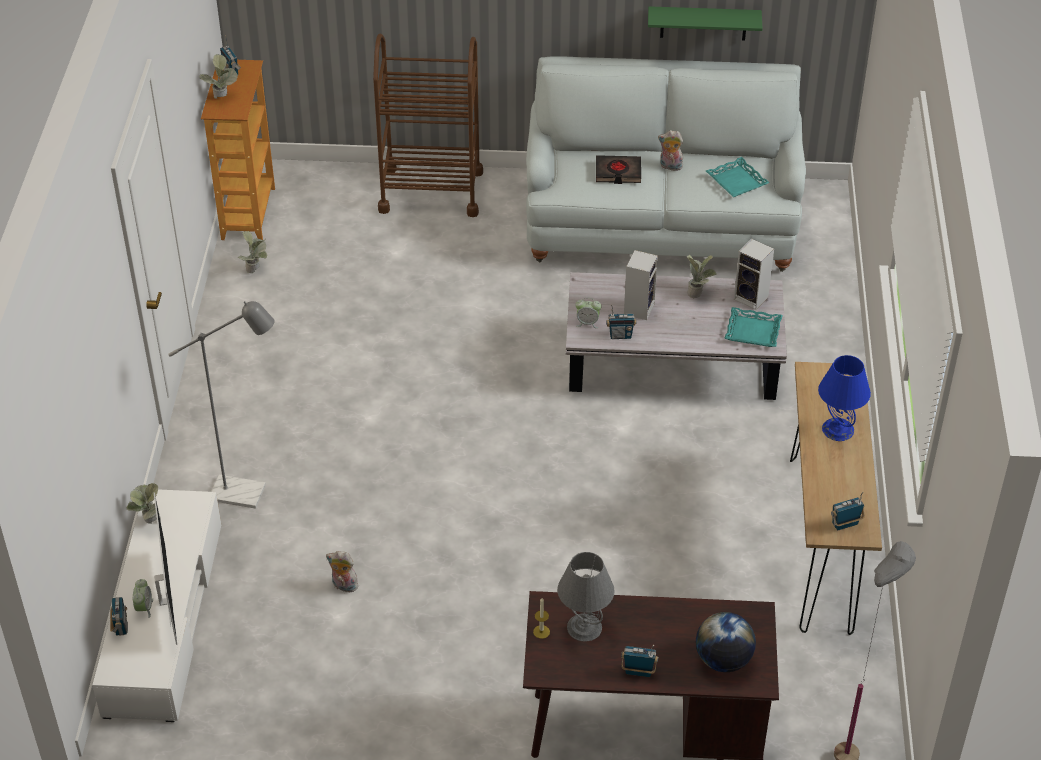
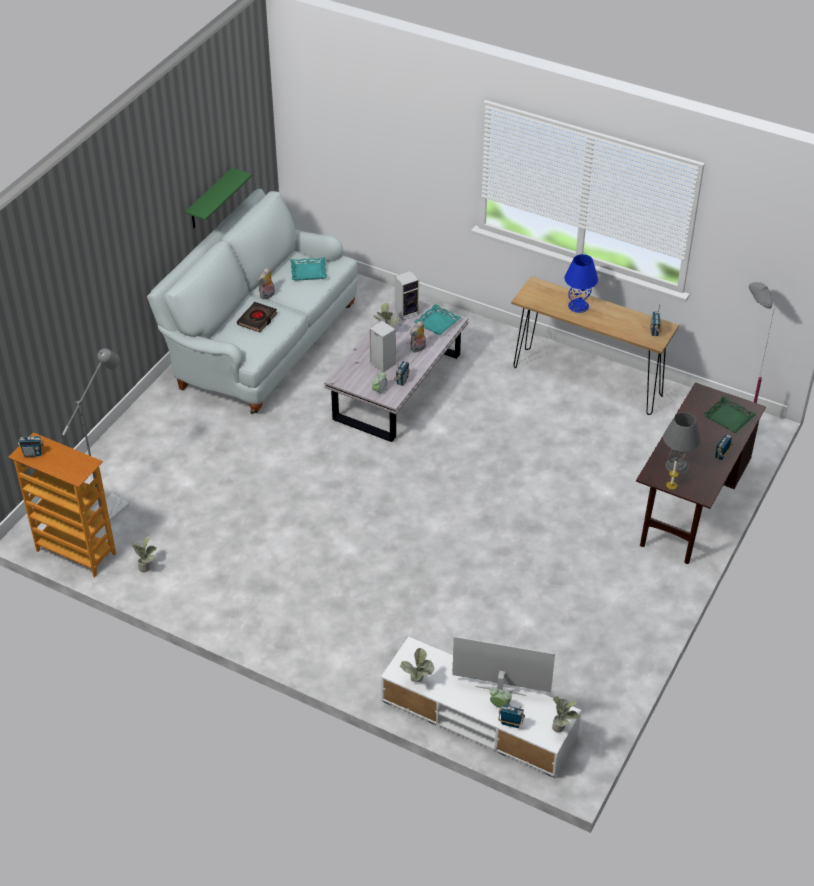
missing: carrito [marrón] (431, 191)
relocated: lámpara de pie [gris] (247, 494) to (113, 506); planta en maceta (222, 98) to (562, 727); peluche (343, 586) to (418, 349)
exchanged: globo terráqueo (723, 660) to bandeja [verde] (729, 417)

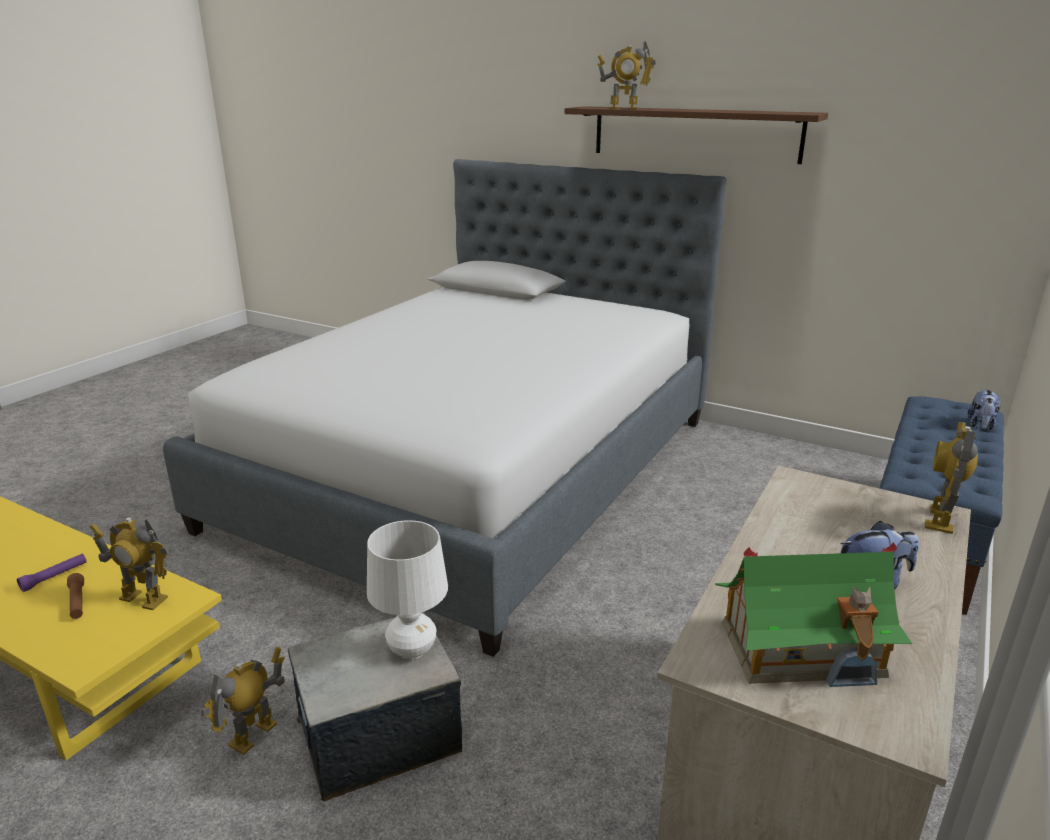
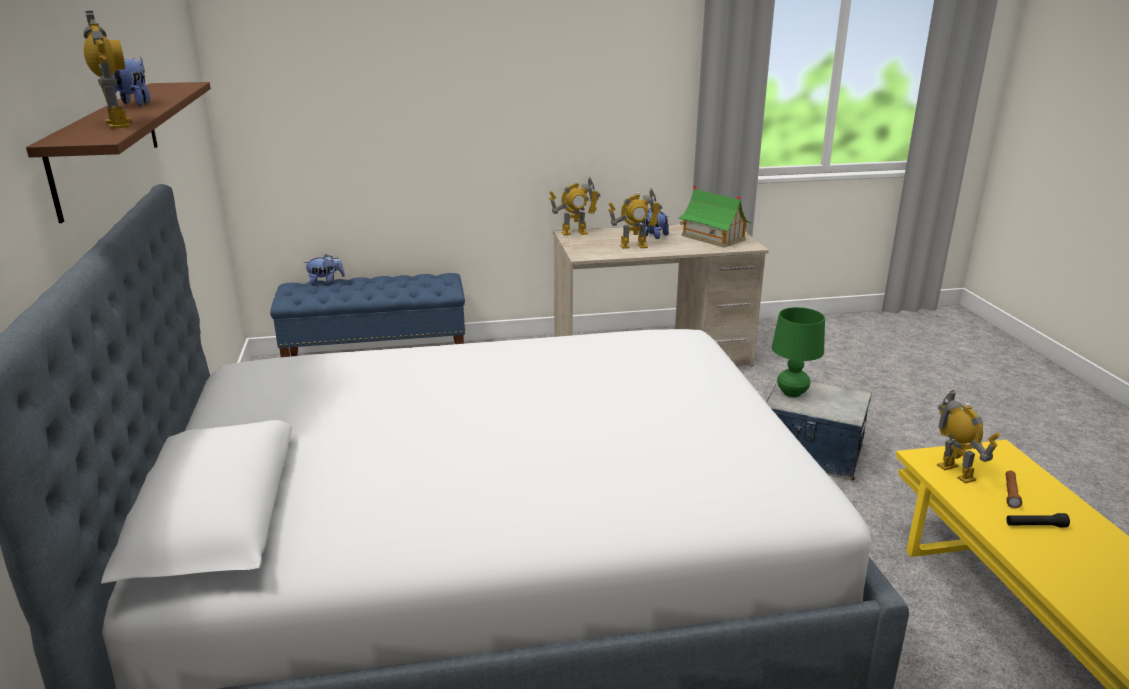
appeared: peluche (134, 104)
relocated: robot de juguete (254, 735) to (633, 246)
colour: linterna [morado] (54, 577) to linterna [negro] (1035, 526); lámpara de mesa [blanco] (412, 650) to lámpara de mesa [verde] (792, 393)

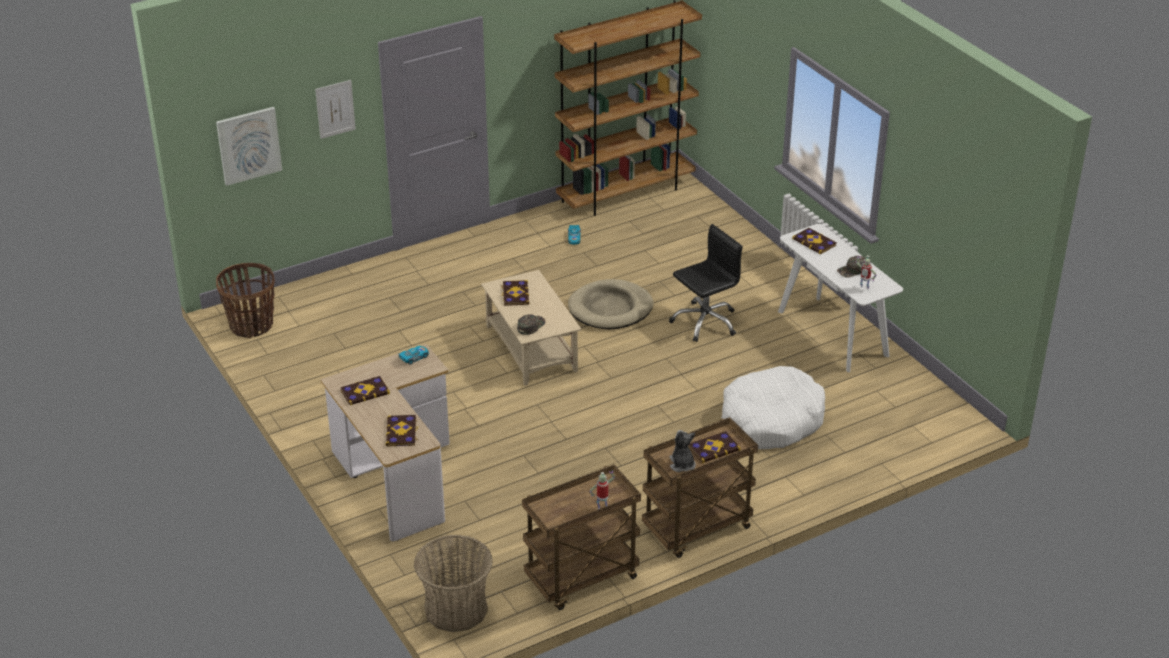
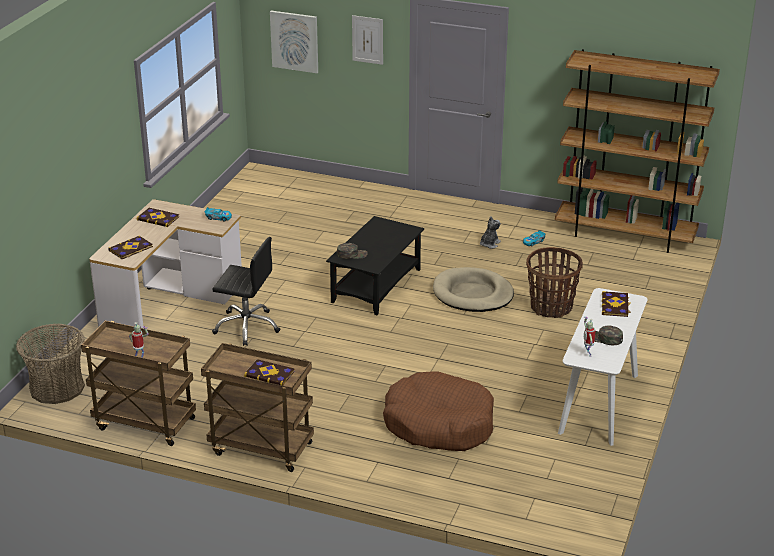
missing: libro (515, 294)
relocated: cesta (251, 325) to (551, 307); silla de oficina [negro] (705, 322) to (247, 327); peluche (682, 464) to (489, 244)
colour: mesa de centro [beis] (532, 349) to mesa de centro [negro] (376, 286); cama para perro [blanco] (770, 420) to cama para perro [marrón] (439, 424)

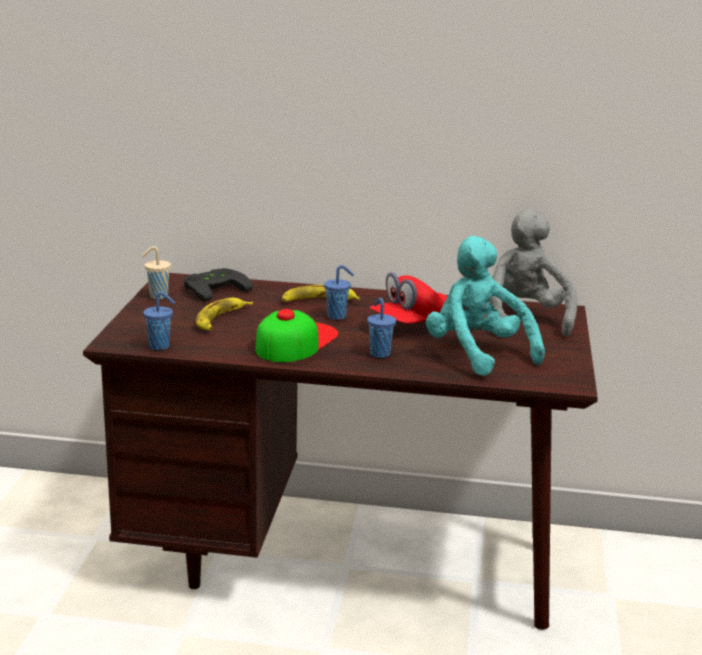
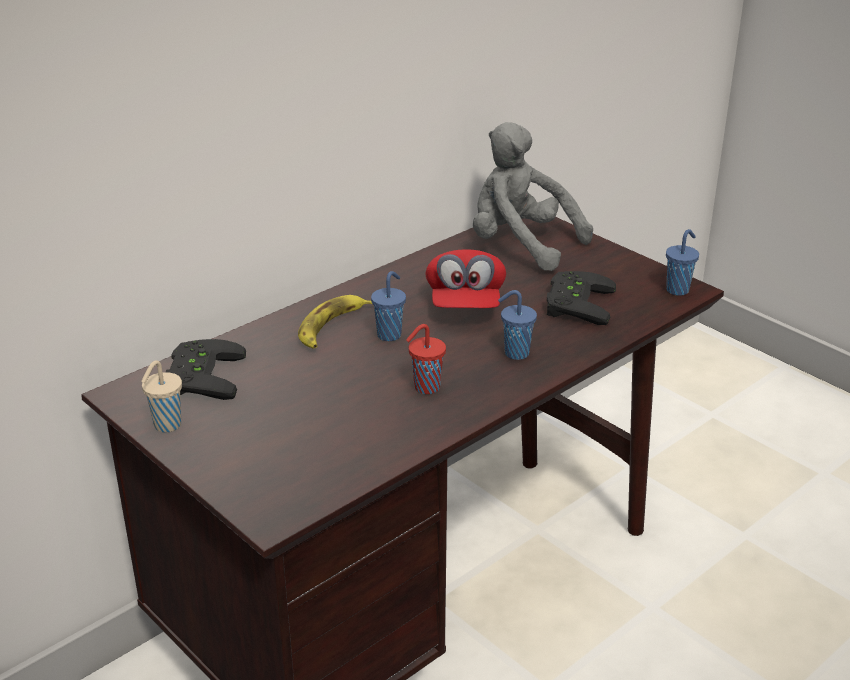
missing: plátano (221, 319)
relocated: taza [azul] (160, 346) to (678, 289)
exchanged: gorra (296, 341) to taza [rojo] (425, 388); peluche [turquesa] (477, 353) to mando de consola [negro] (574, 303)

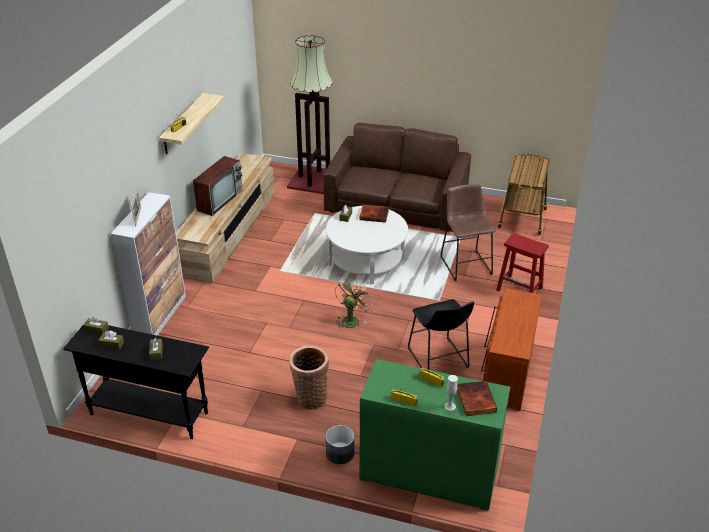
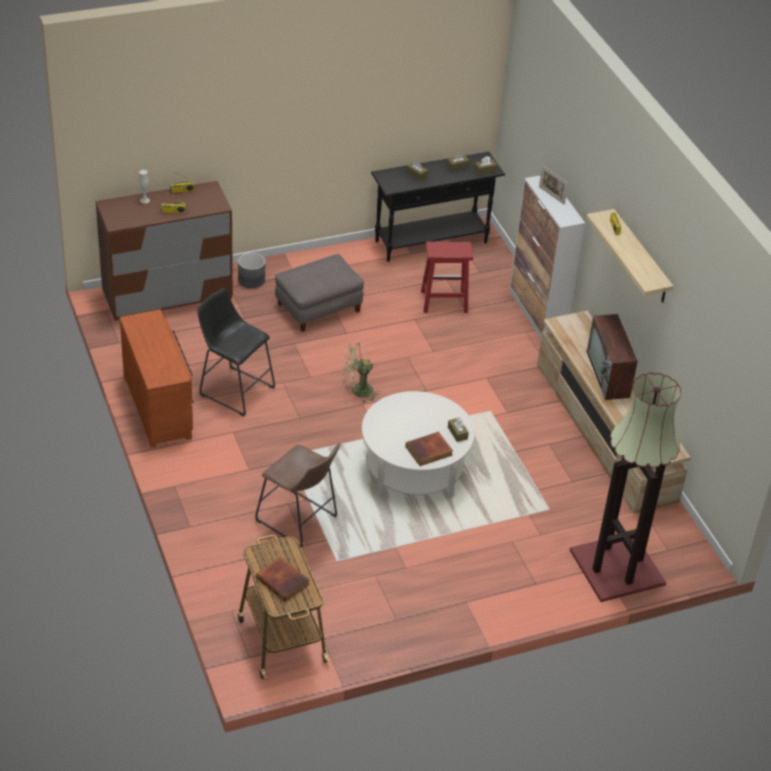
missing: sofá [marrón] (396, 203)
relocated: libro (475, 400) to (283, 580); taburete [rojo] (520, 289) to (443, 302)
exchanged: cesta (310, 397) to puf [gris] (318, 307)
colour: cómoda [verde] (428, 475) to cómoda [marrón] (167, 294)
spun: ventilador [verde] (351, 319) = (357, 392) 90 degrees clockwise

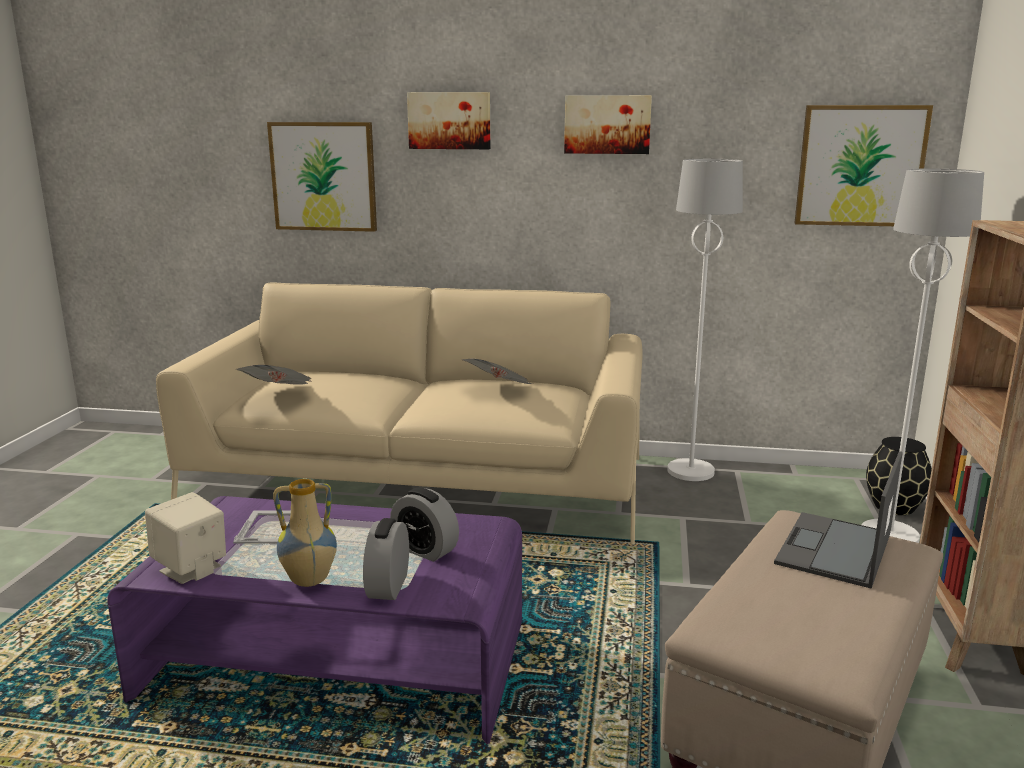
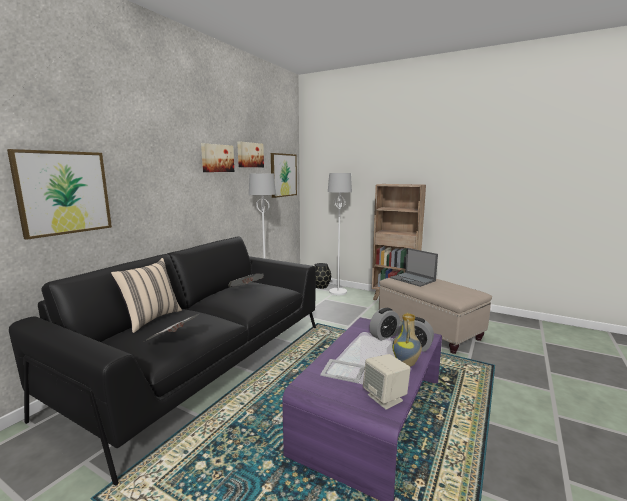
appeared: cojín [beis] (151, 319)
relocated: cuadro (449, 120) to (249, 155)
colour: sofá [beis] (421, 482) to sofá [negro] (203, 364)

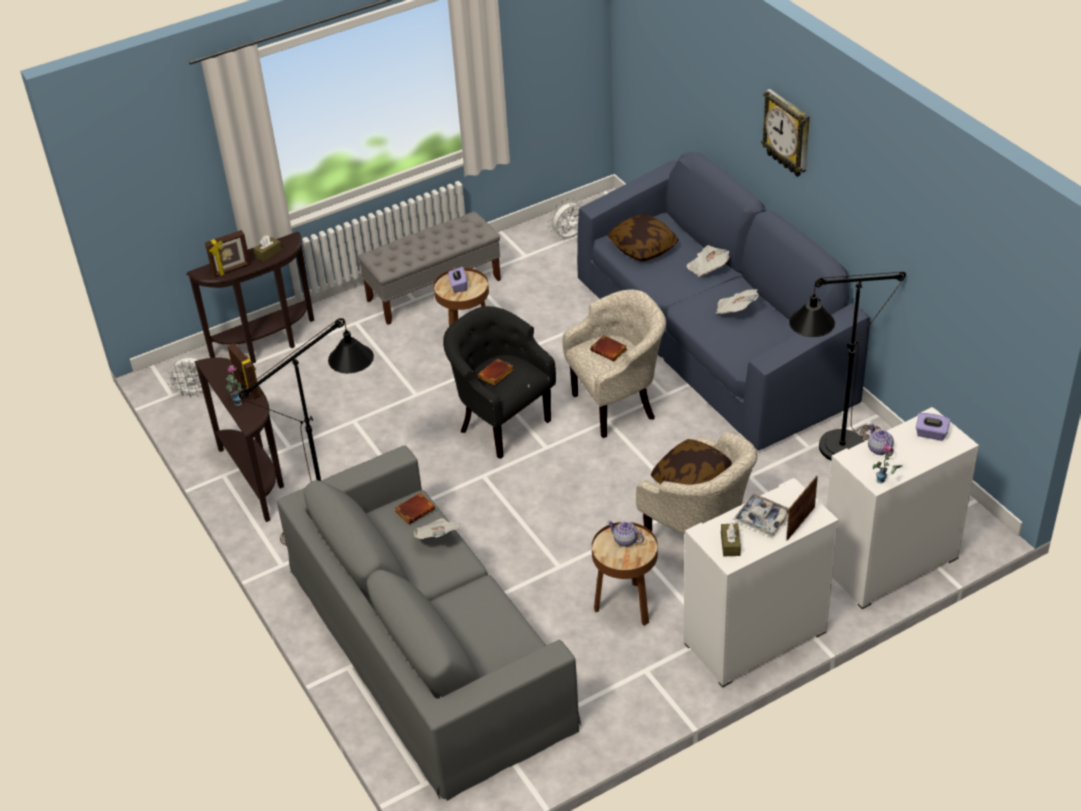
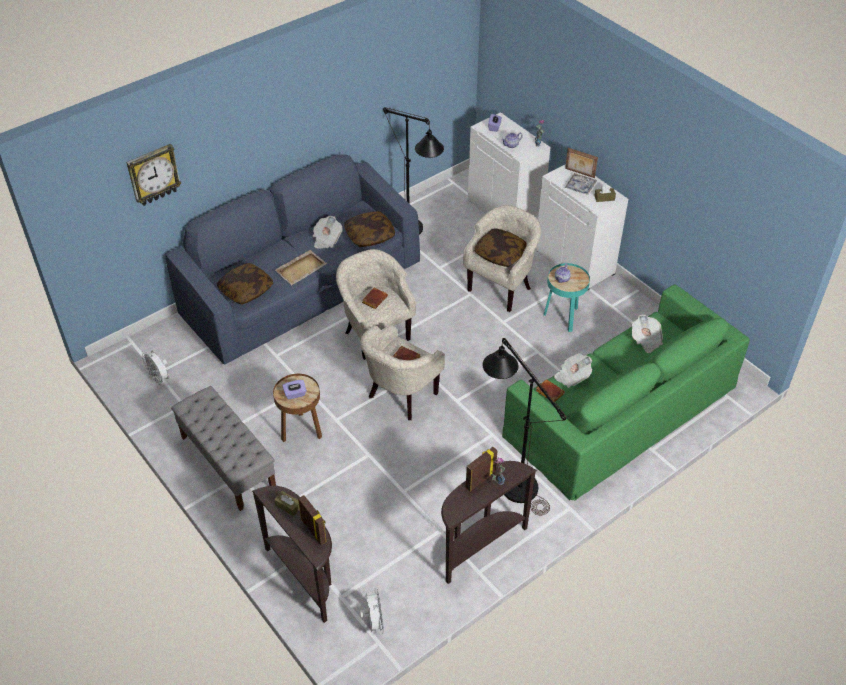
appeared: bandeja [beis] (301, 268); cojín (369, 235)
relocated: periódico (708, 267) to (646, 340); reloj de pared (788, 133) to (153, 175)
colour: sofá [gris] (427, 644) to sofá [verde] (621, 410); sillón [negro] (500, 424) to sillón [beis] (400, 397); mesa auxiliar [marrón] (625, 606) to mesa auxiliar [turquesa] (563, 317)

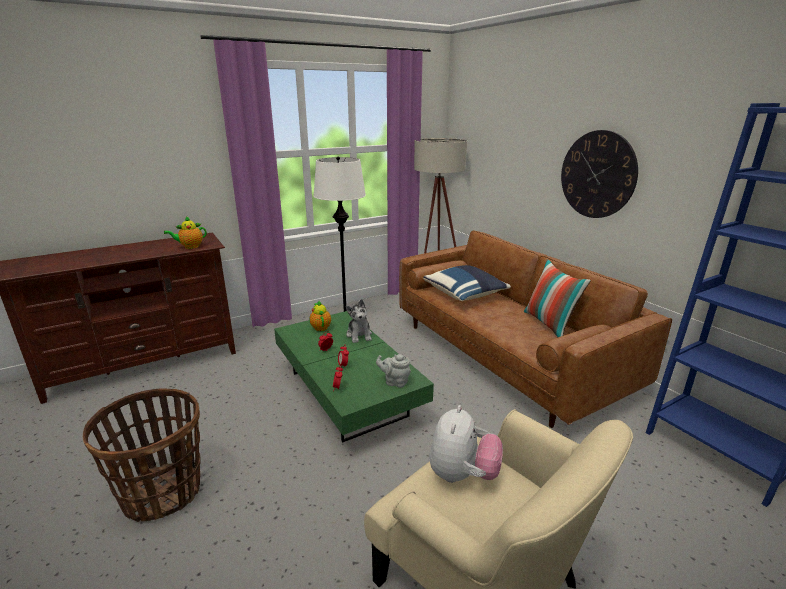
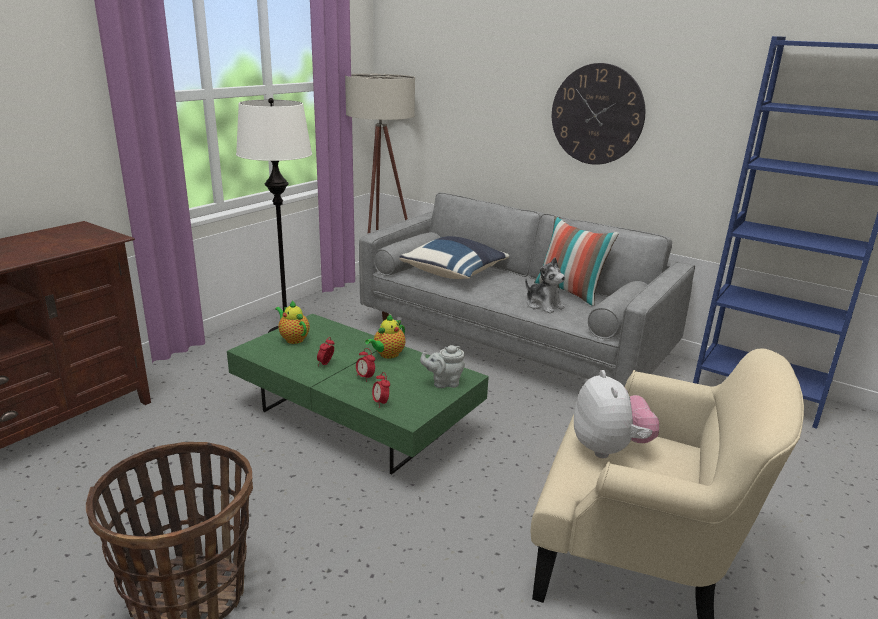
relocated: tetera (190, 246) to (387, 355); peluche (359, 335) to (543, 305)
colour: sofá [marrón] (506, 356) to sofá [gris] (513, 341)

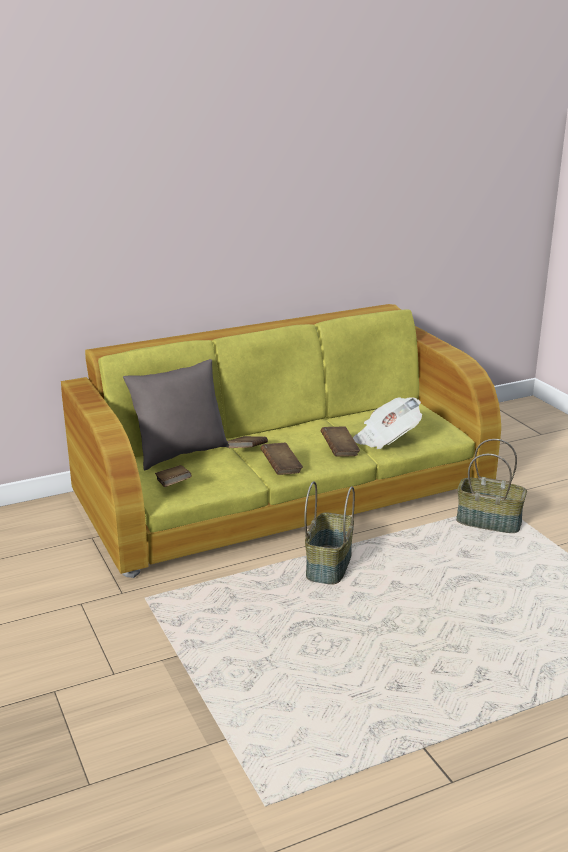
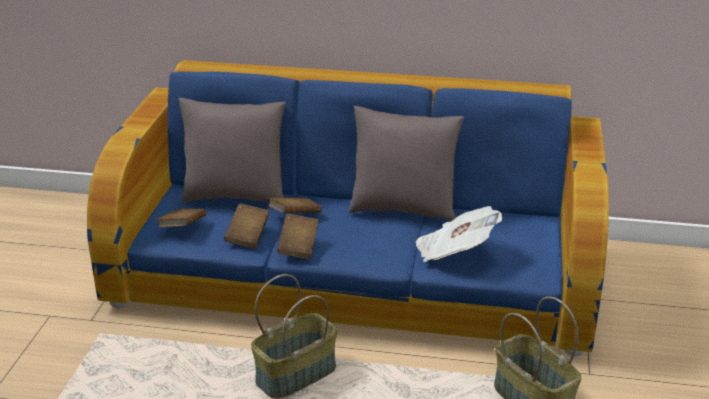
appeared: cojín [gris] (403, 209)
relocated: libro [marrón] (339, 451) to (248, 236)
colour: sofá [verde] (285, 492) to sofá [azul] (355, 275)

